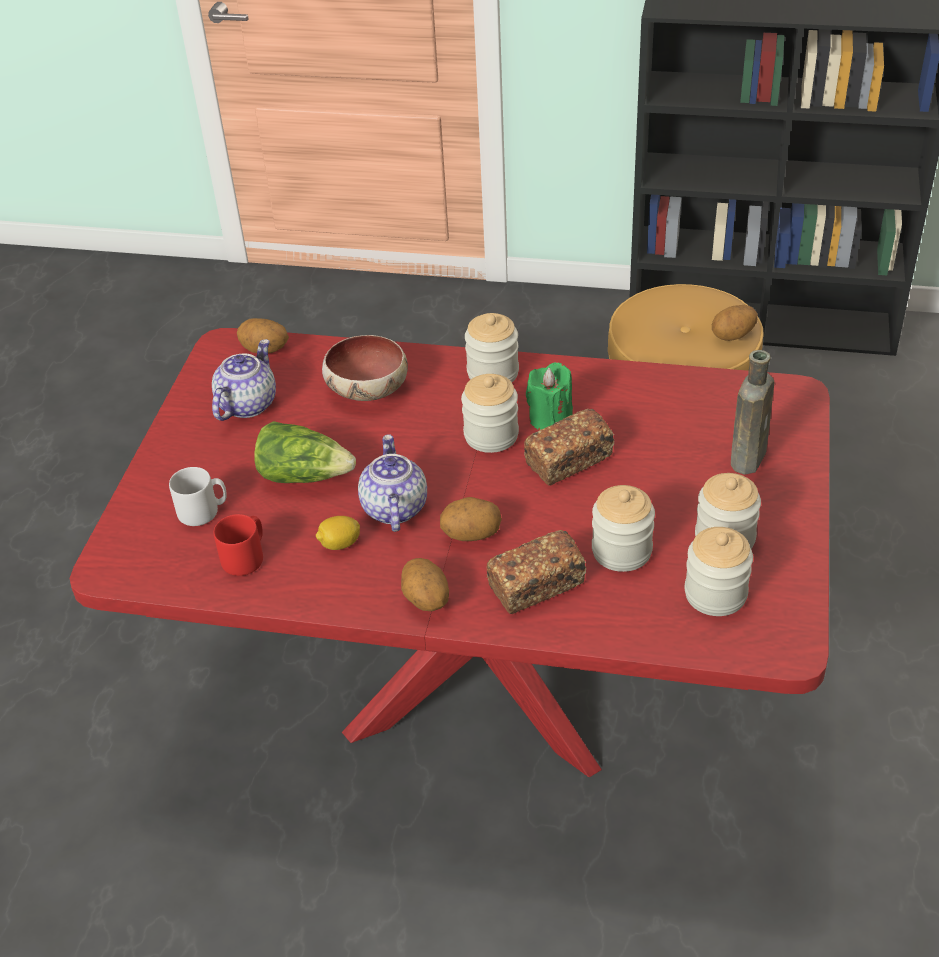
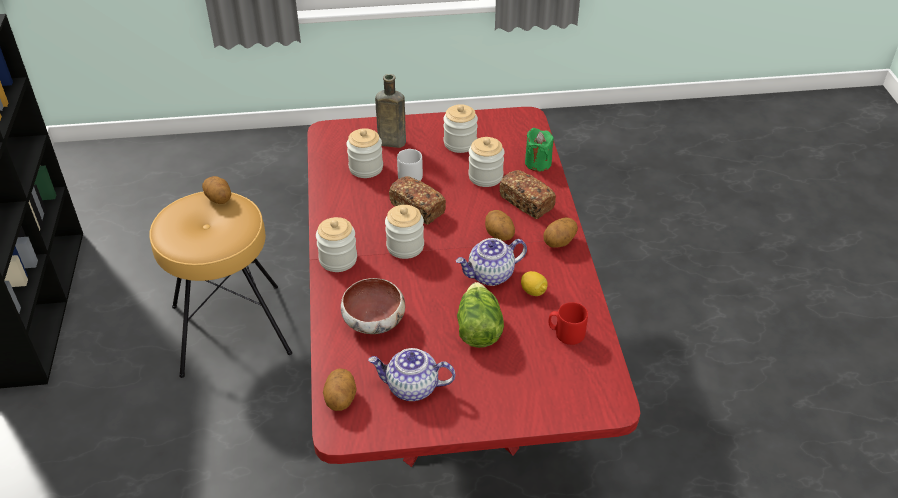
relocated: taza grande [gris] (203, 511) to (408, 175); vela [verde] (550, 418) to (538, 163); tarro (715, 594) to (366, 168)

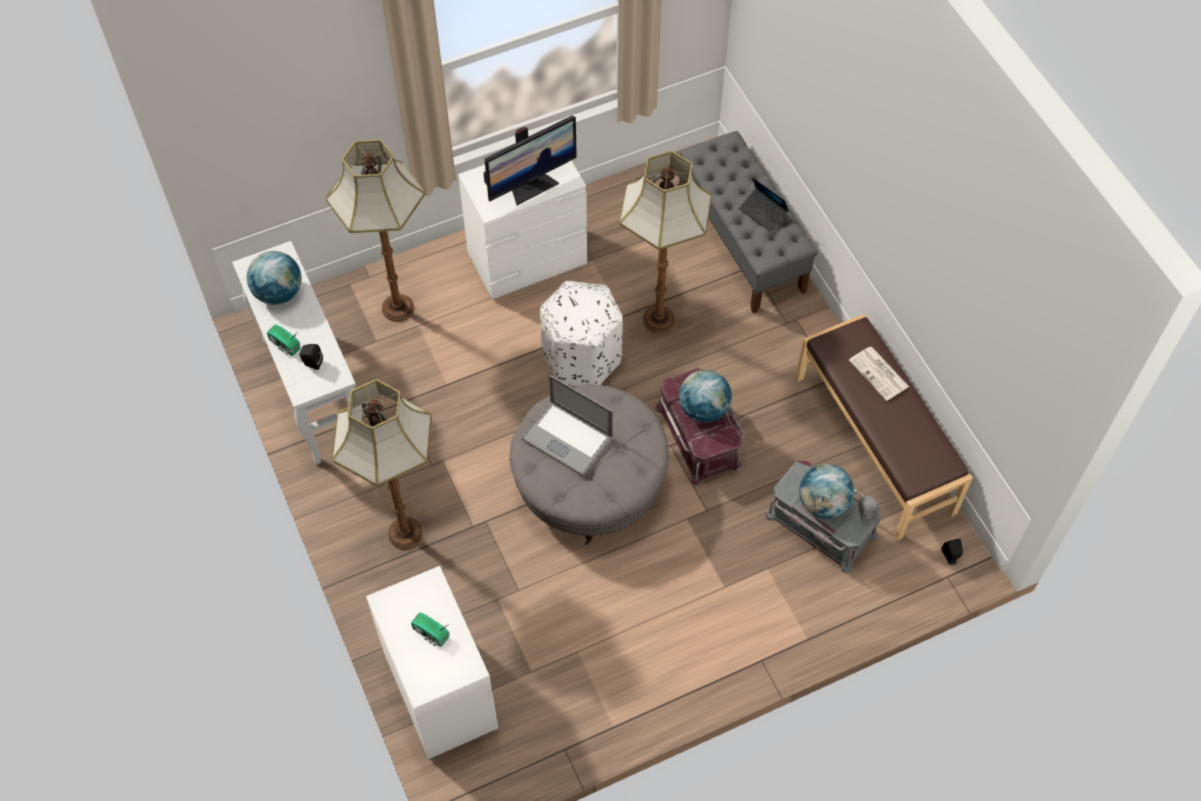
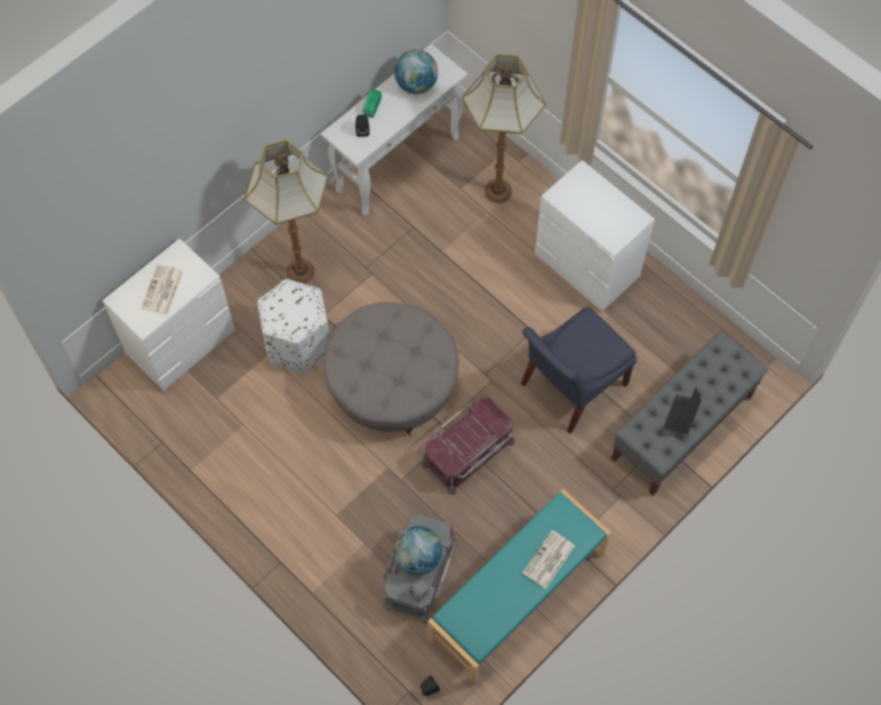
missing: monitor (531, 186); portátil (567, 438); globo terráqueo (703, 409)
relocated: puf [blanco] (582, 357) to (298, 343)
exchanged: radio (431, 634) to periódico (162, 290); lámpara de pie (659, 321) to silla [azul] (570, 386)
colour: banco [marrón] (875, 444) to banco [turquesa] (518, 597)

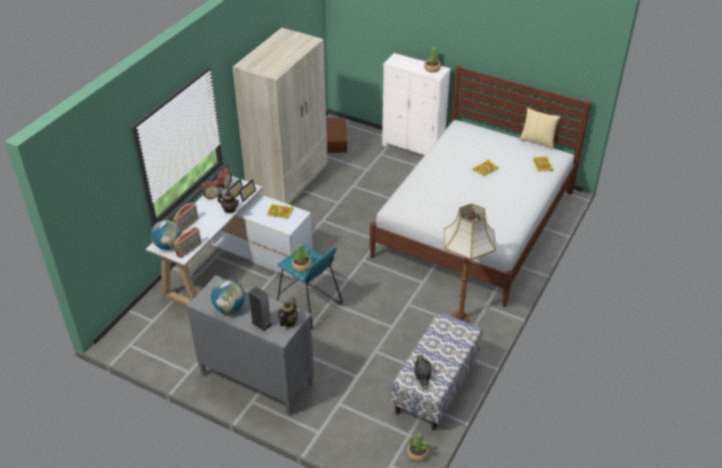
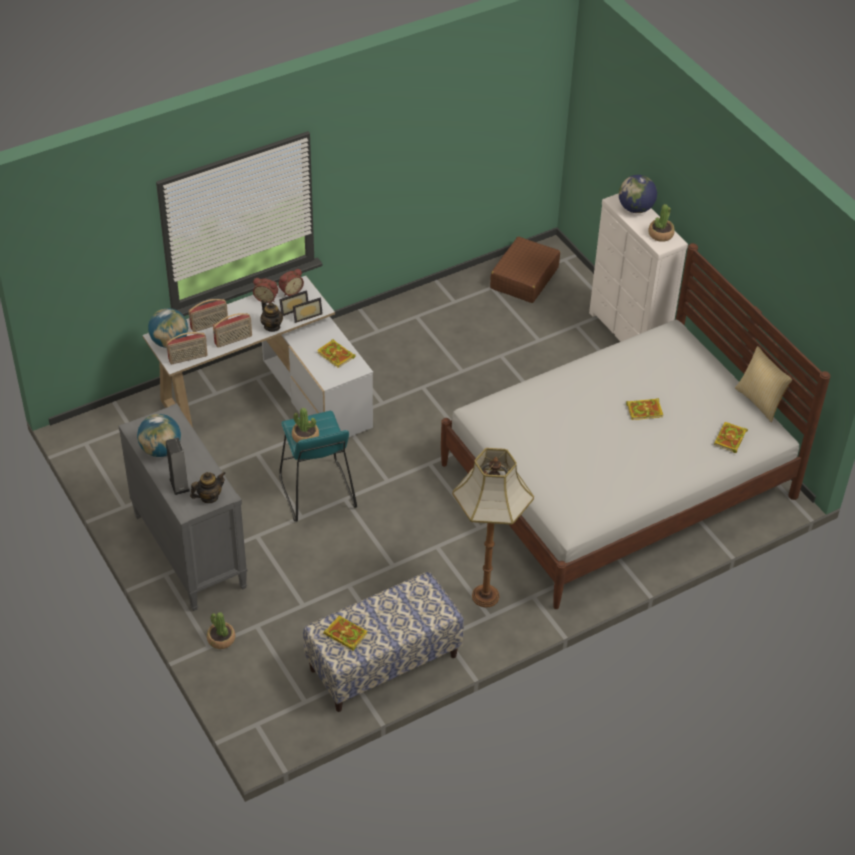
missing: armario ropero [beis] (288, 181)
appeared: radio (233, 340); globo terráqueo (635, 208)
relocated: planta en maceta (417, 453) to (221, 639)
exchanged: sombrero [negro] (422, 373) to libro (344, 634)

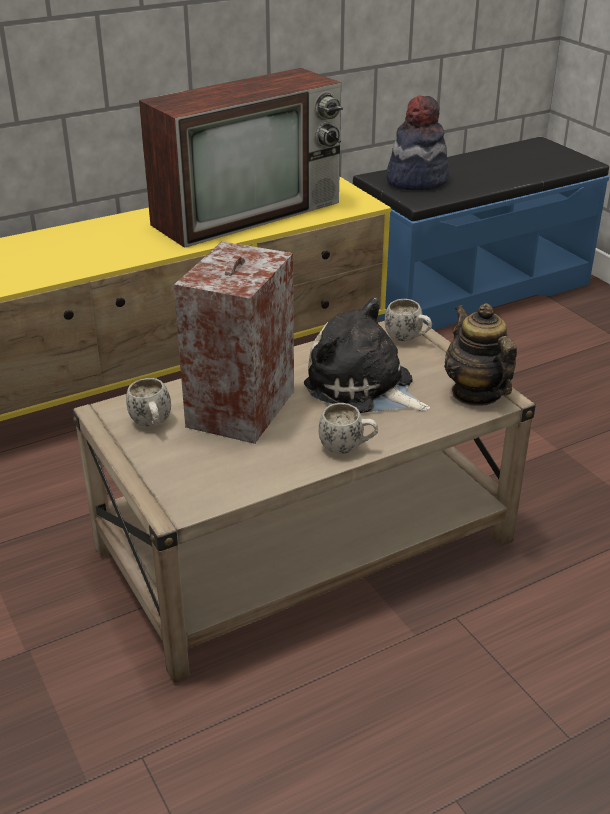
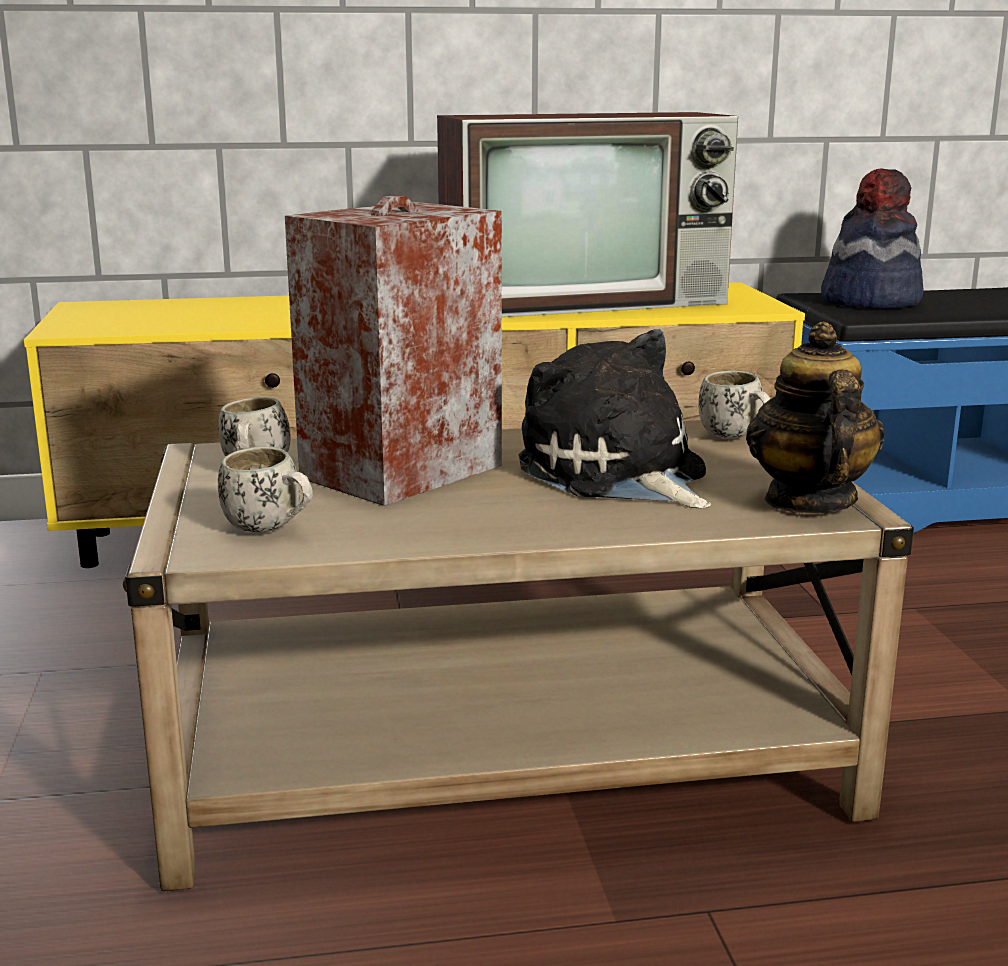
relocated: taza grande [blanco] (347, 448) to (272, 529)

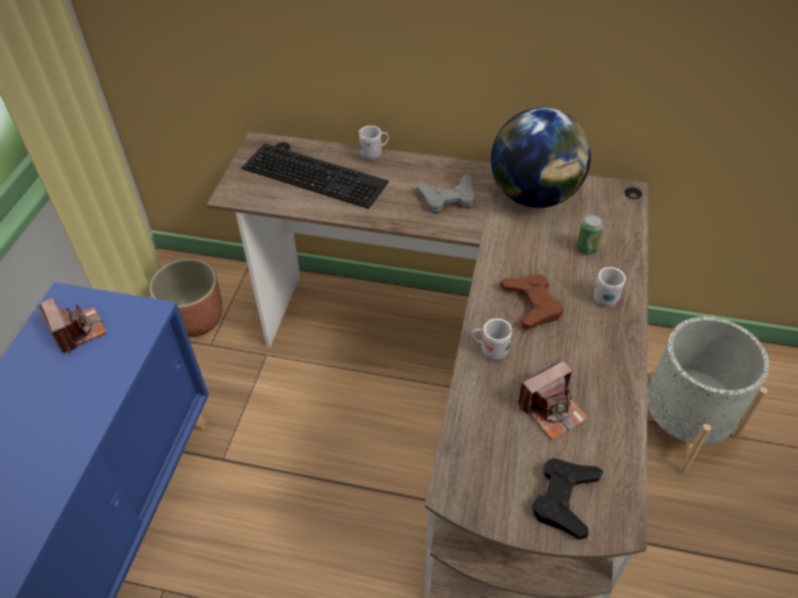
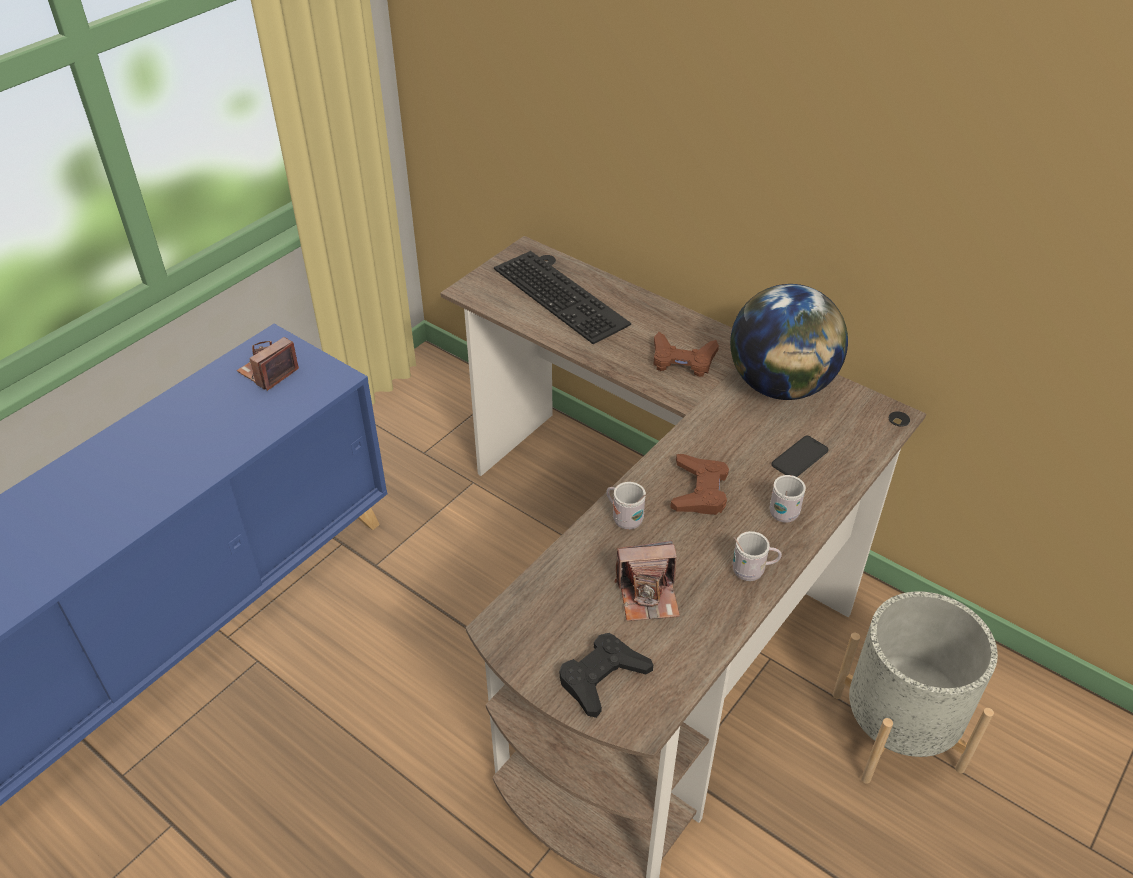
missing: maceta (195, 319)
relocated: taza grande [blanco] (374, 154) to (753, 571)
exchanged: lata (586, 249) to móvil (799, 457)
colour: mando de consola [gris] (447, 199) to mando de consola [marrón] (682, 360)
spun: cámara (78, 331) = (268, 372) 135 degrees counterclockwise

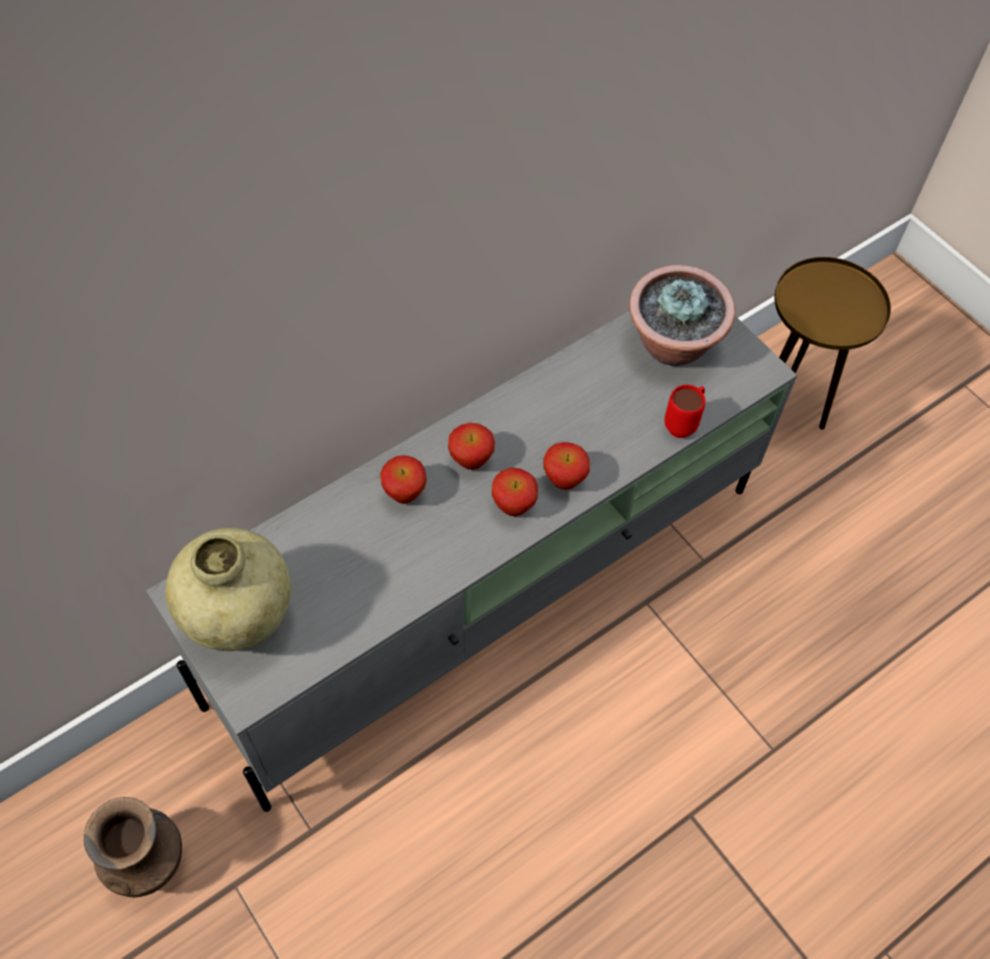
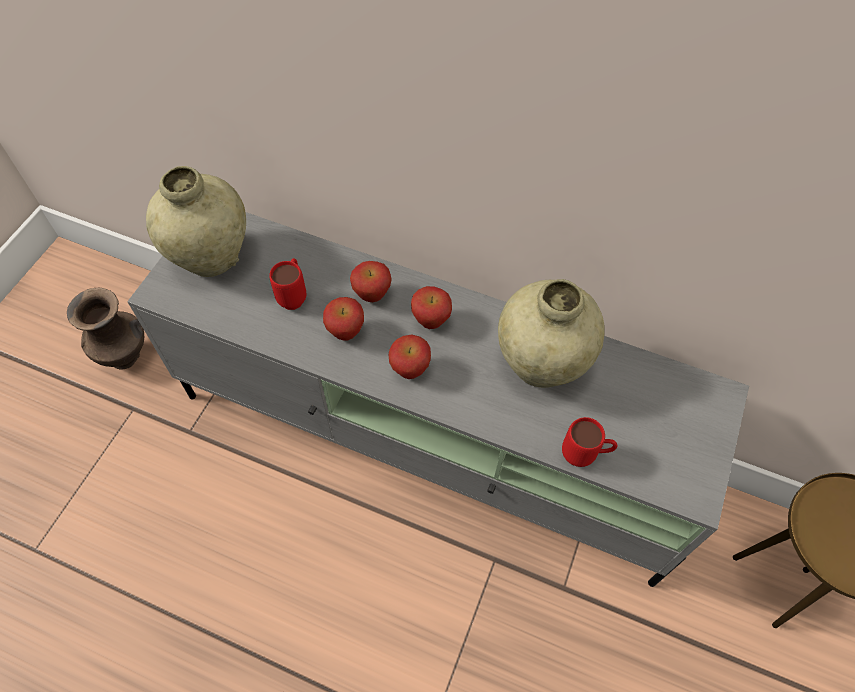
missing: planta en maceta (673, 346)
appeared: taza grande [rojo] (294, 296); florero [beis] (540, 365)
relocated: manzana (564, 481) to (346, 333)

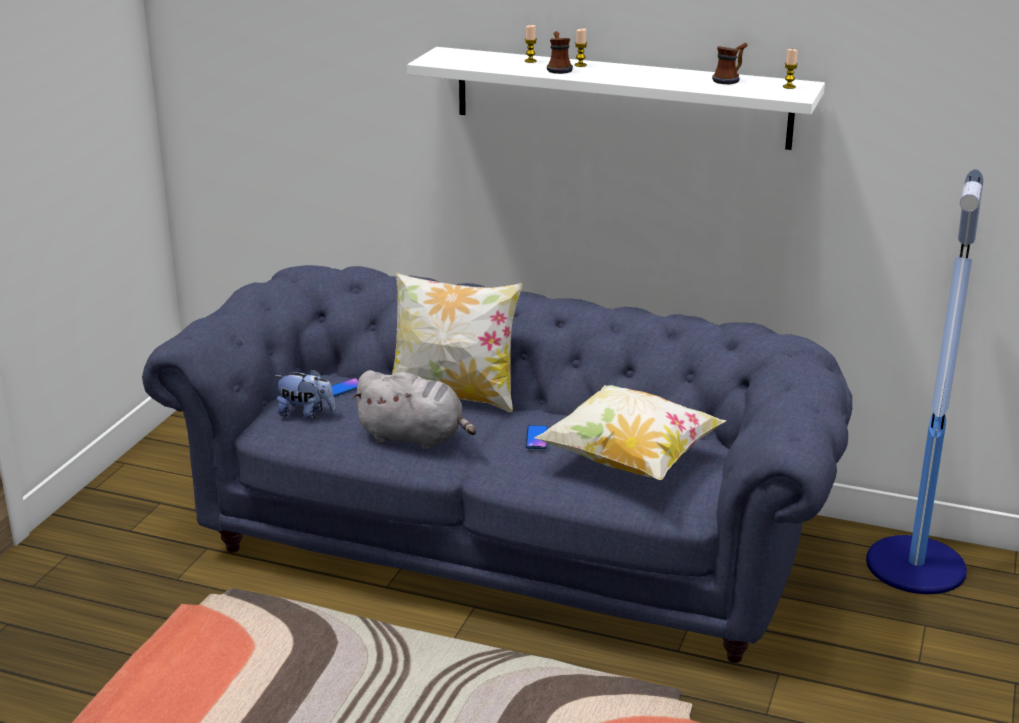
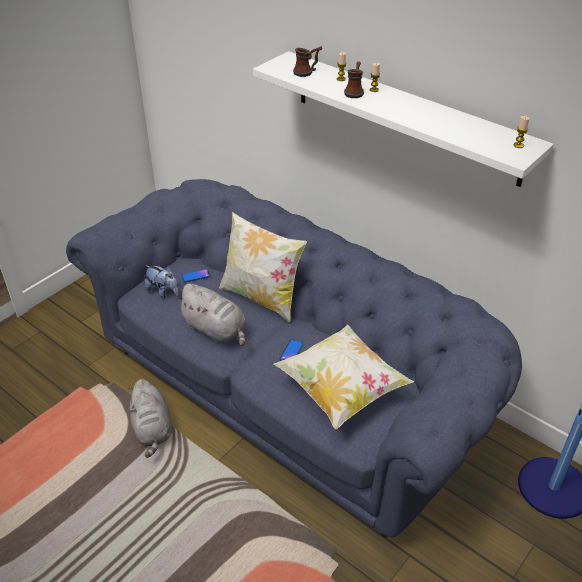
appeared: peluche [gris] (152, 429)
relocated: taza grande (730, 79) to (307, 72)

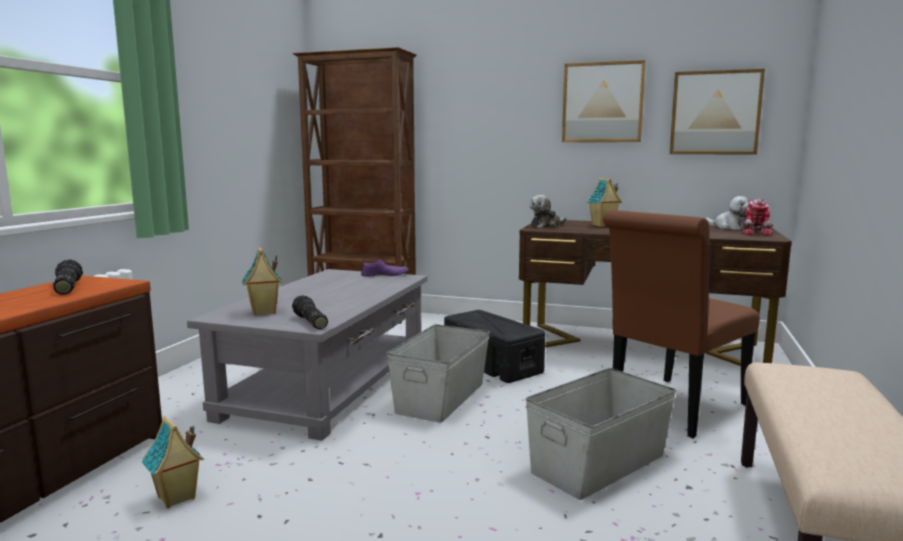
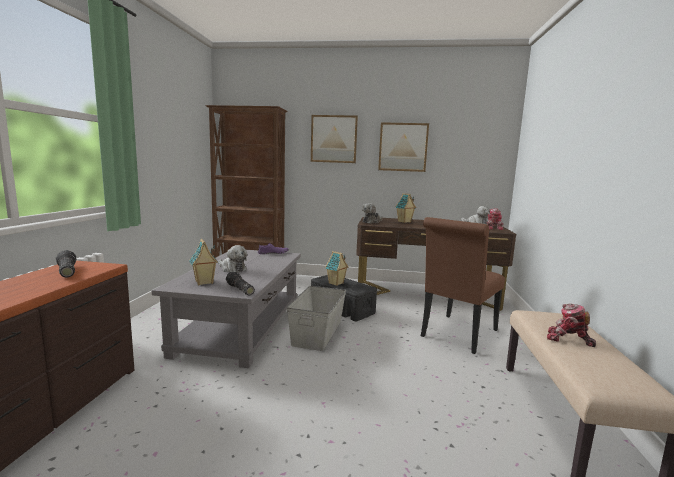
missing: caja de almacenaje [gris] (599, 463)
appeared: peluche (232, 269); robot de juguete (568, 339)
relocated: casita (176, 498) to (336, 283); cuadro (715, 113) to (334, 139)

